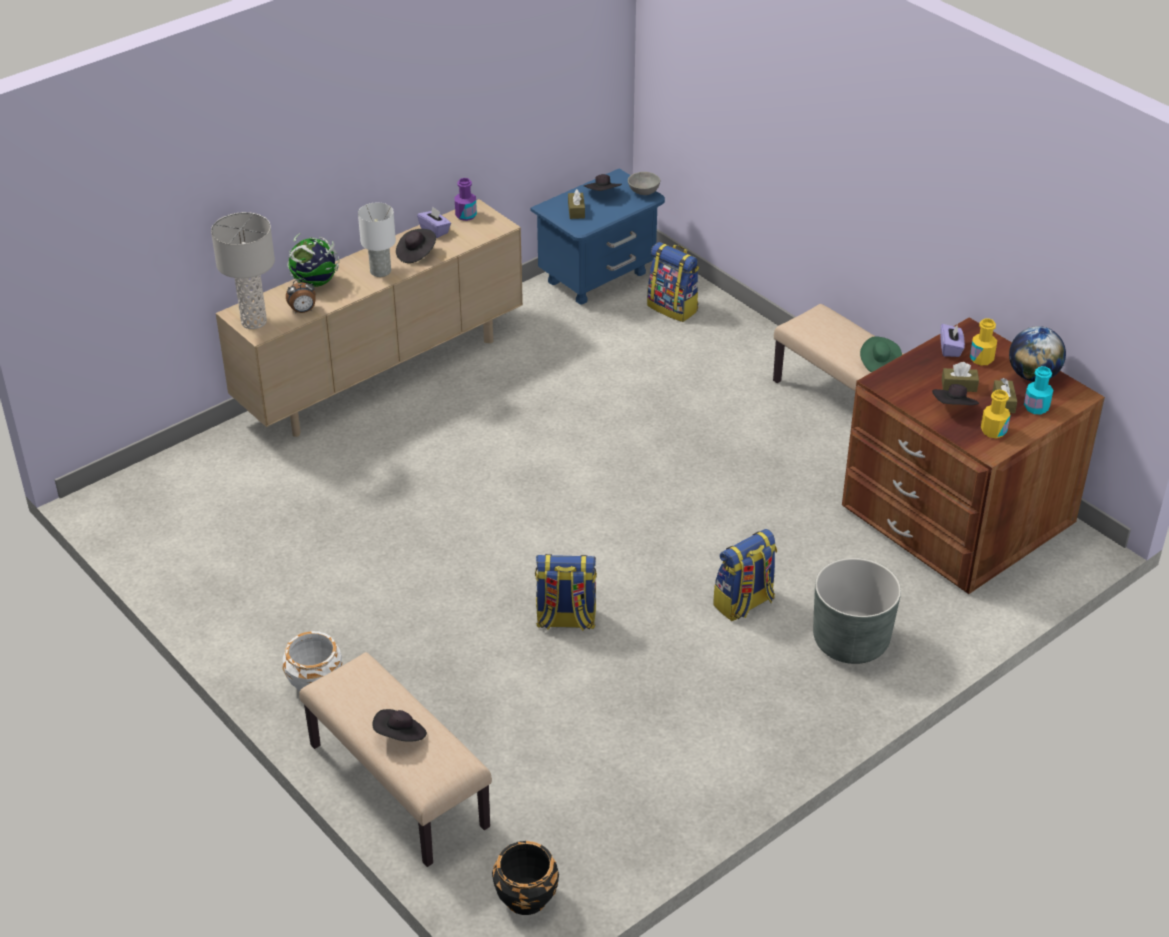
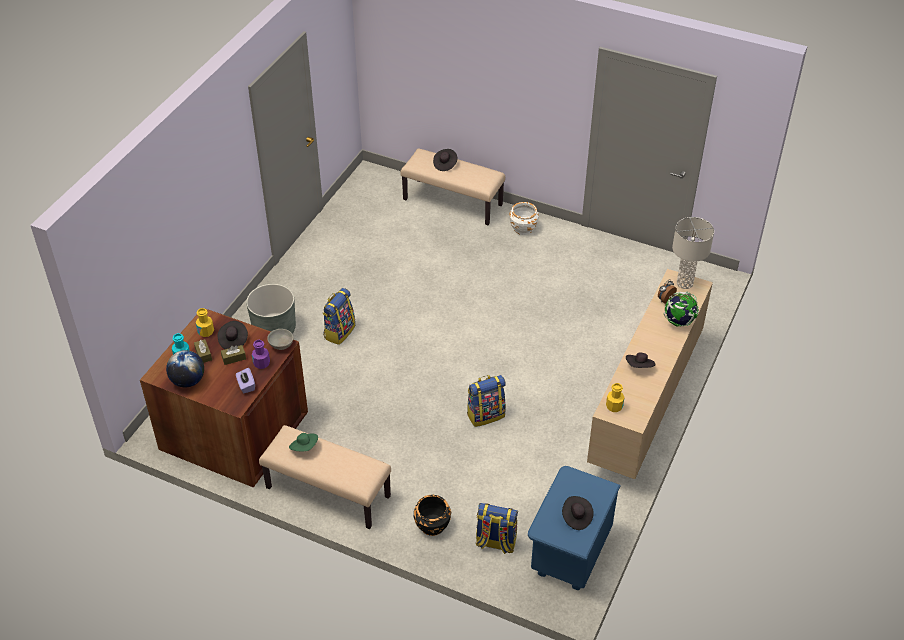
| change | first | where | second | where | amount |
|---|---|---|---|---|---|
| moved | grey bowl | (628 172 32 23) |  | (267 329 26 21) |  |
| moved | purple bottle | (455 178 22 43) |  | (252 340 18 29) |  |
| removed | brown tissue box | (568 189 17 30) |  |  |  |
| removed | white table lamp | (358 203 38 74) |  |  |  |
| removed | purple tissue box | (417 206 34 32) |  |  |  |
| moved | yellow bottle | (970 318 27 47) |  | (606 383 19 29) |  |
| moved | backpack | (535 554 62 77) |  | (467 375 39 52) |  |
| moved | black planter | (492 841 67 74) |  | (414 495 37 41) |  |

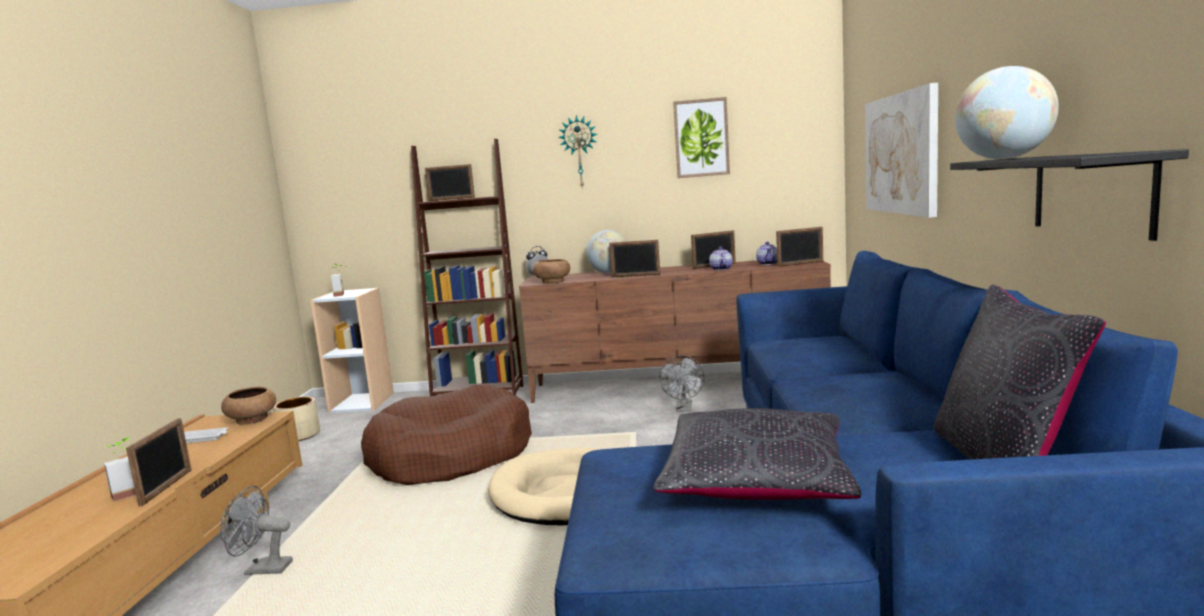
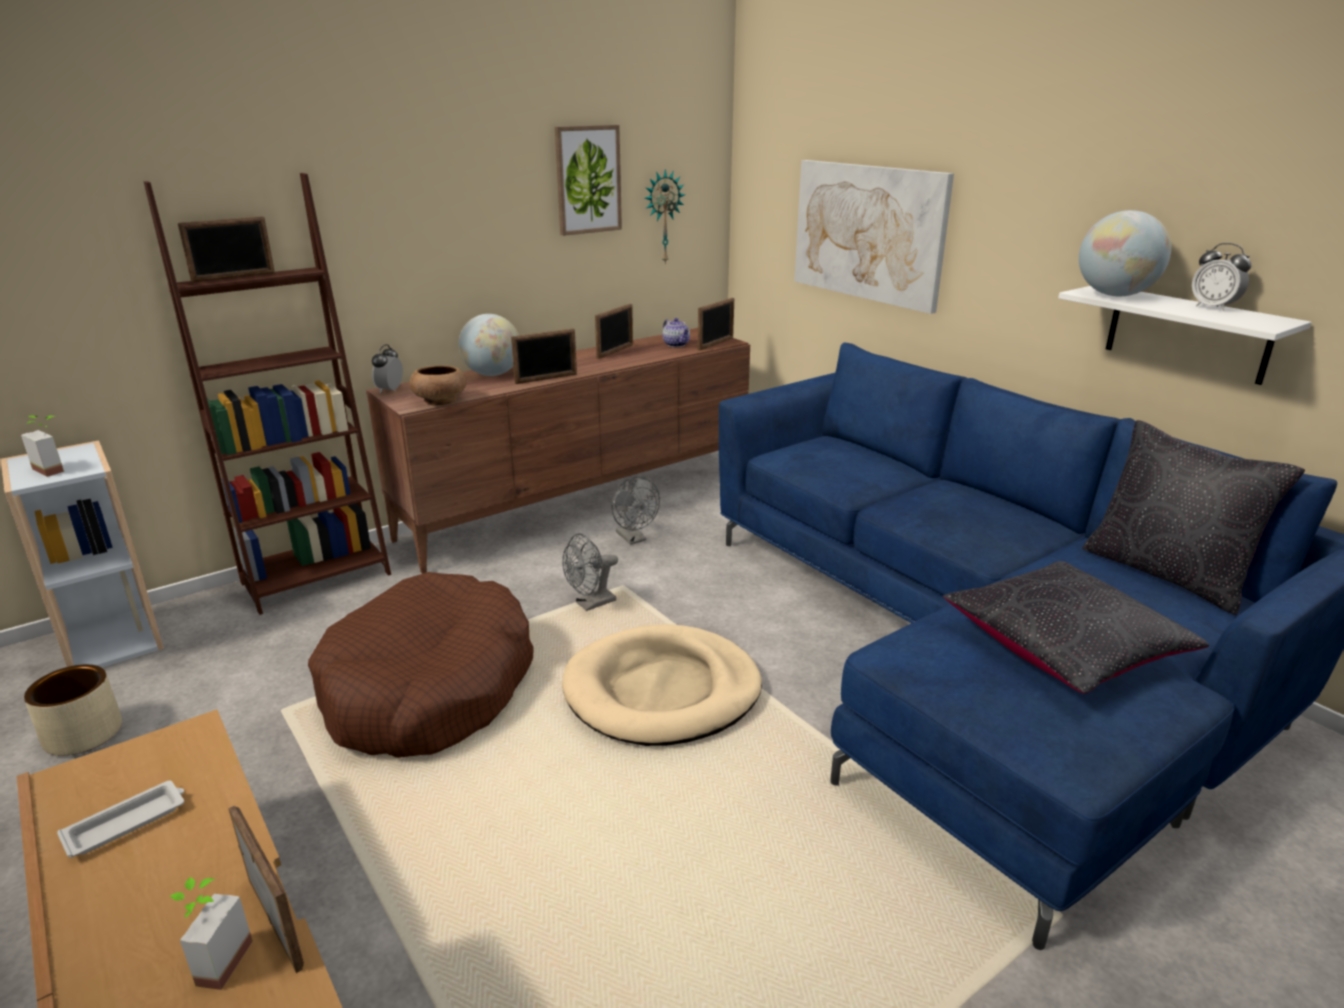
| change | first | where | second | where | amount |
|---|---|---|---|---|---|
| moved | wall clock | (558 115 40 72) |  | (644 169 41 96) |  |
| recoloured | black shelf | (950 149 239 92) | white shelf | (1058 286 253 99) |  |
| removed | teapot | (709 246 24 24) |  |  |  |
| removed | brown bowl | (221 387 55 38) |  |  |  |
| moved | grey fan | (220 486 73 89) |  | (562 533 56 78) |  |
| added |  |  | alarm clock | (1192 243 59 68) |  |

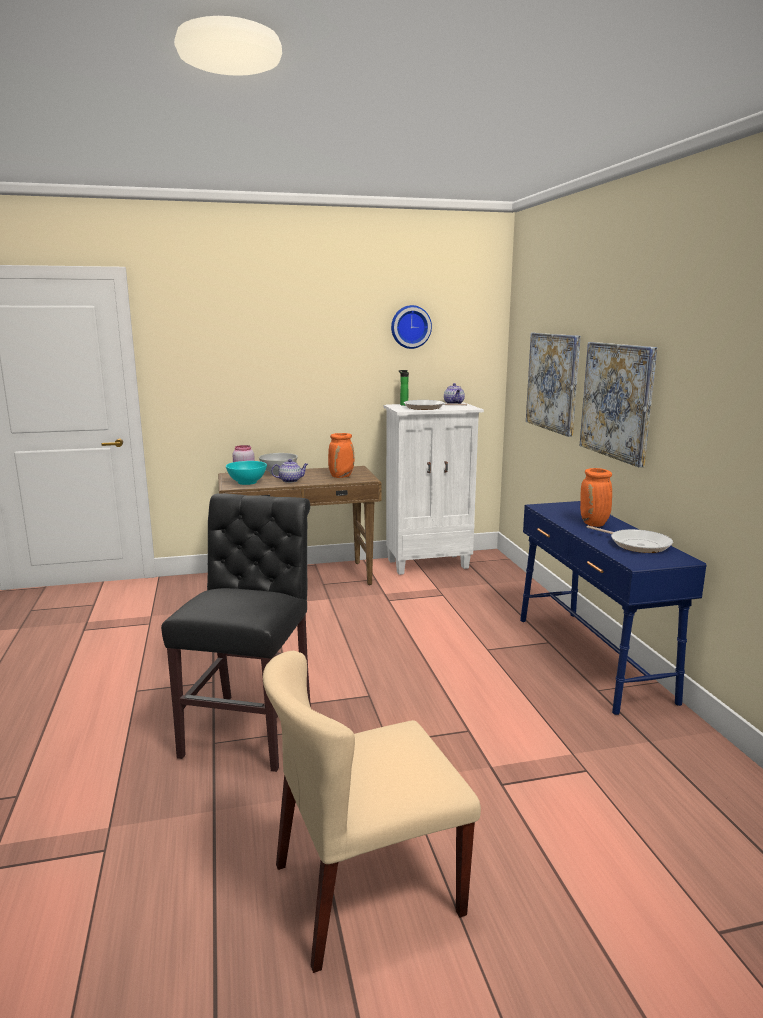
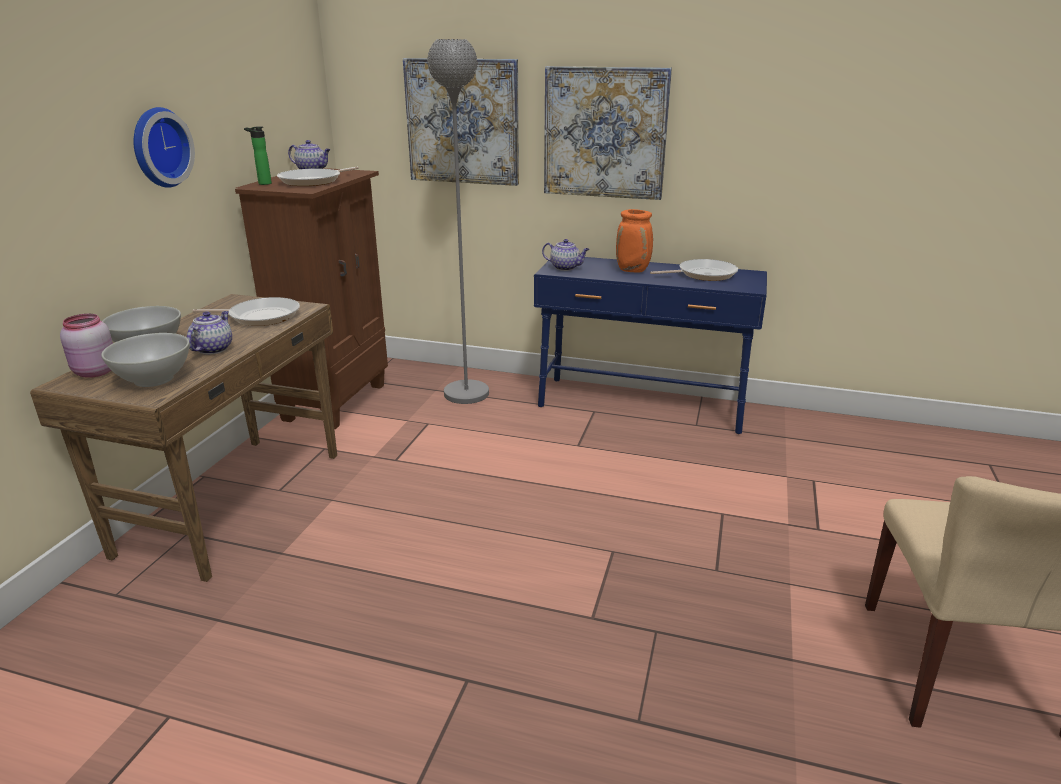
| change | first | where | second | where | amount |
|---|---|---|---|---|---|
| moved | wall clock | (391 305 41 44) |  | (133 107 62 81) |  |
| recoloured | white cabinet | (384 403 100 172) | brown cabinet | (235 168 153 261) |  |
| replaced | orange vase | (328 433 26 45) | frying pan | (192 297 108 29) |  |
| recoloured | turquoise bowl | (226 461 41 24) | white bowl | (101 333 88 54) |  |
| removed | black chair | (161 493 150 279) |  |  |  |
| added |  |  | grey floor lamp | (427 39 62 365) |  |
| added |  |  | teapot | (542 239 48 32) |  |

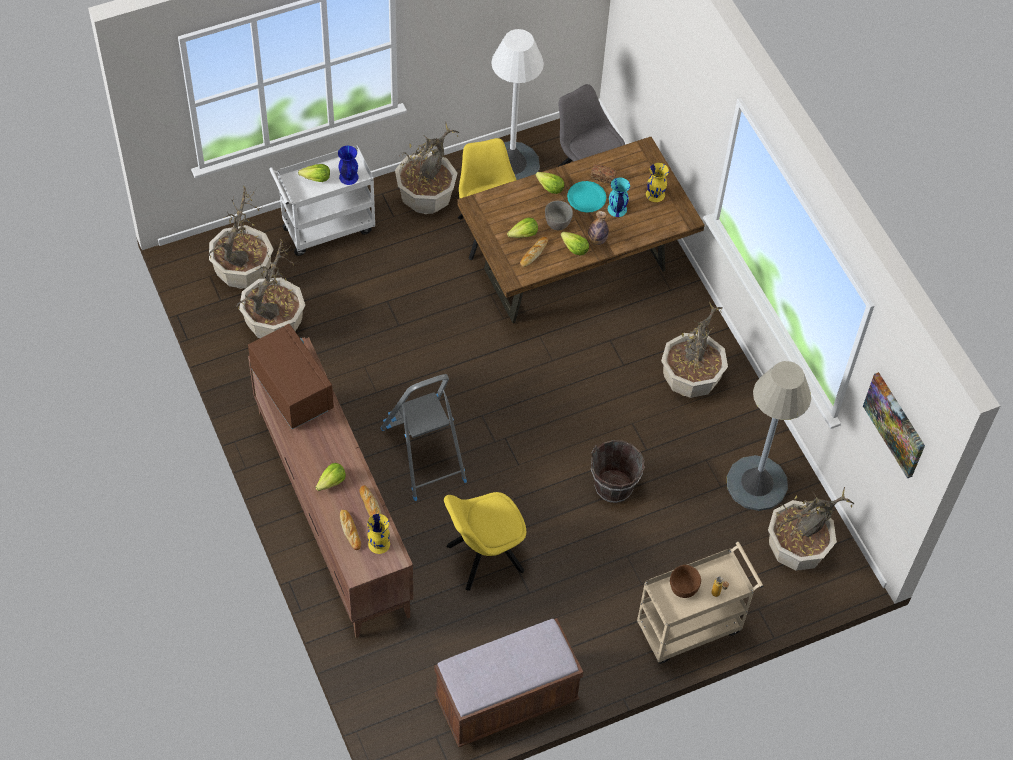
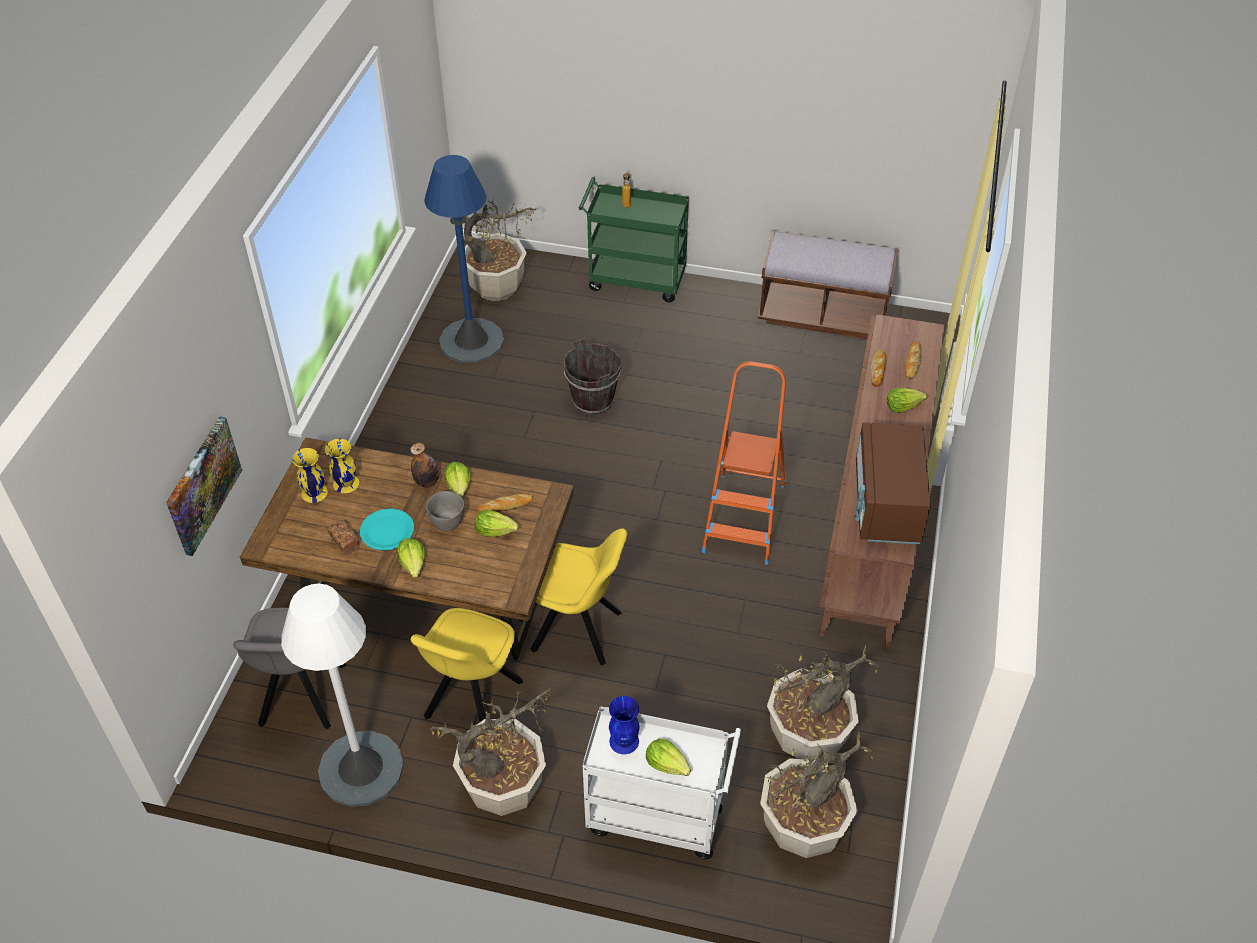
| change | first | where | second | where | amount |
|---|---|---|---|---|---|
| removed | turquoise vase | (608 177 22 40) |  |  |  |
| removed | potted plant | (661 300 67 98) |  |  |  |
| recoloured | grey floor lamp | (727 361 84 150) | blue floor lamp | (424 155 80 208) |  |
| moved | picture | (863 372 62 106) |  | (166 416 76 140) |  |
| recoloured | grey step ladder | (380 374 87 127) | orange step ladder | (702 361 84 204) |  |
| moved | yellow chair | (444 492 82 99) |  | (531 528 96 138) |  |
| moved | yellow vase | (367 514 23 40) |  | (325 439 34 54) |  |
| recoloured | beige cart | (637 541 126 123) | green cart | (579 177 110 125) |  |
| removed | brown bowl | (670 565 31 33) |  |  |  |

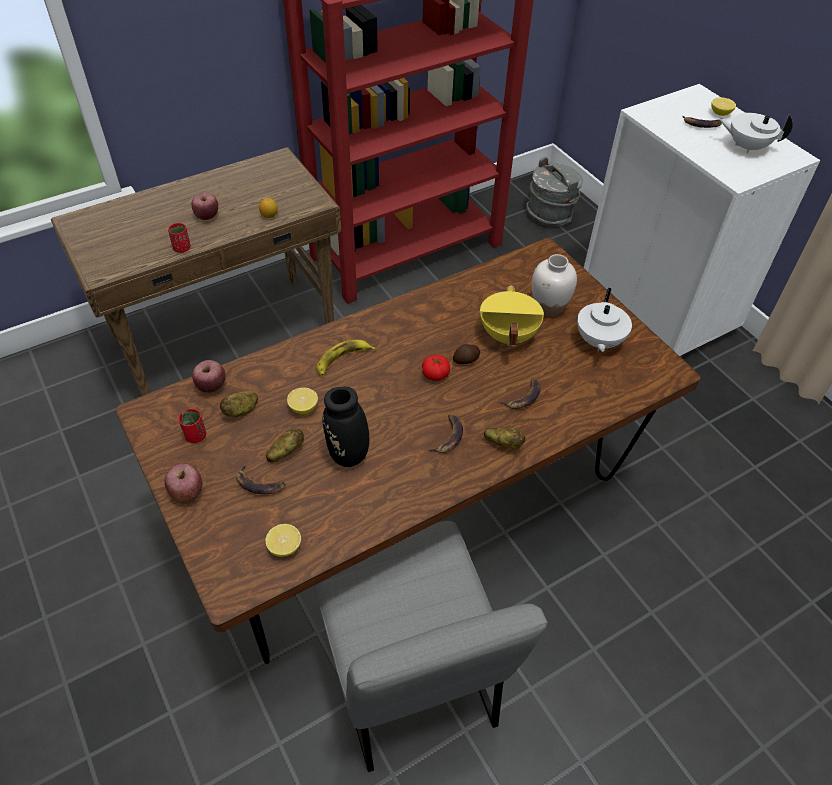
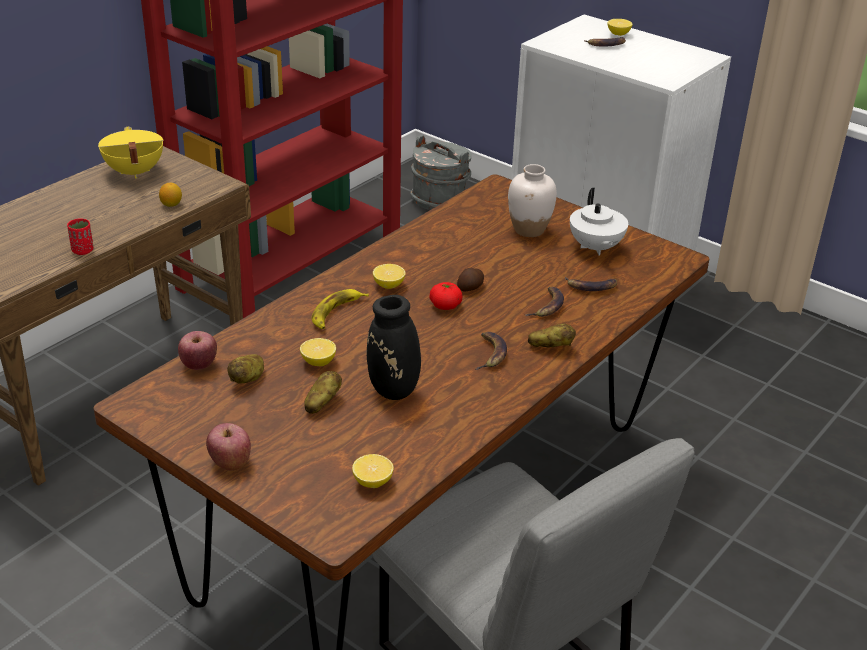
| change | first | where | second | where | amount |
|---|---|---|---|---|---|
| removed | white teapot | (718 113 75 40) |  |  |  |
| removed | apple | (191 193 27 27) |  |  |  |
| moved | yellow cooking pot | (480 286 64 60) |  | (98 127 65 52) |  |
| removed | red cup | (179 409 27 34) |  |  |  |
| moved | banana | (236 464 49 30) |  | (565 277 52 14) |  |
| added |  |  | lemon | (373 264 33 25) |  |

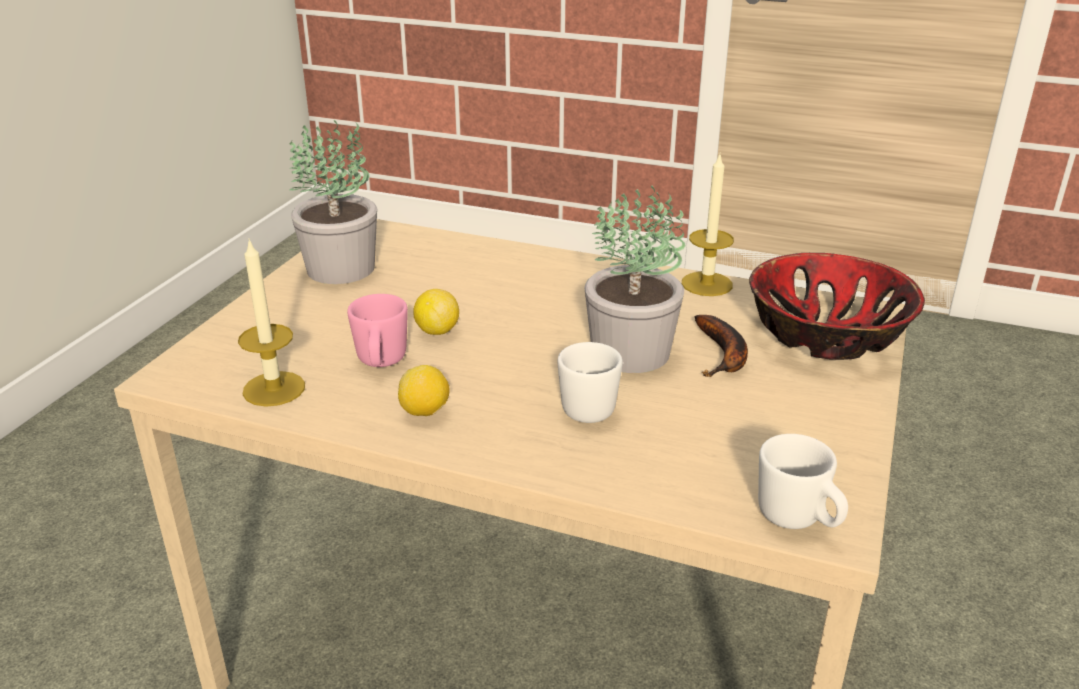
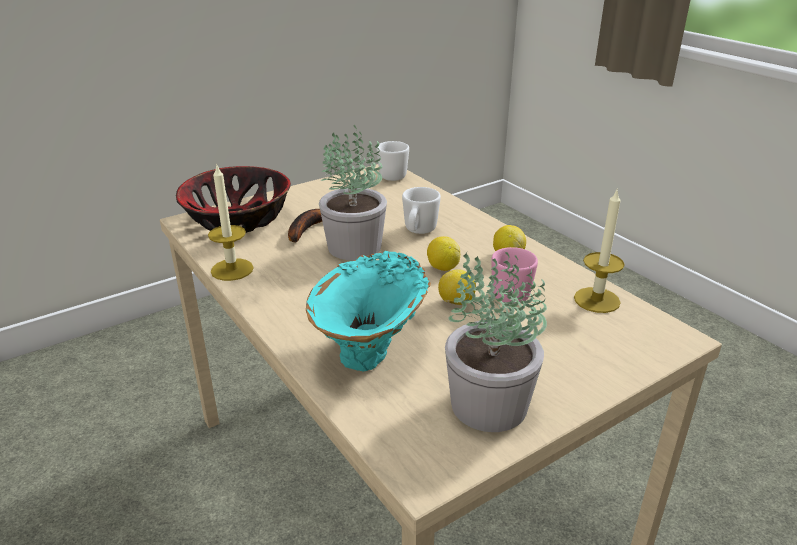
| change | first | where | second | where | amount |
|---|---|---|---|---|---|
| added |  |  | lemon | (427 236 33 35) |  |
| added |  |  | turquoise vase | (306 251 125 121) |  |

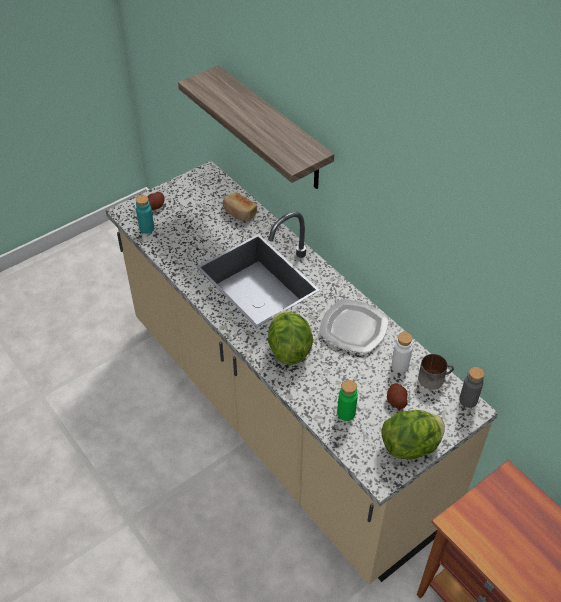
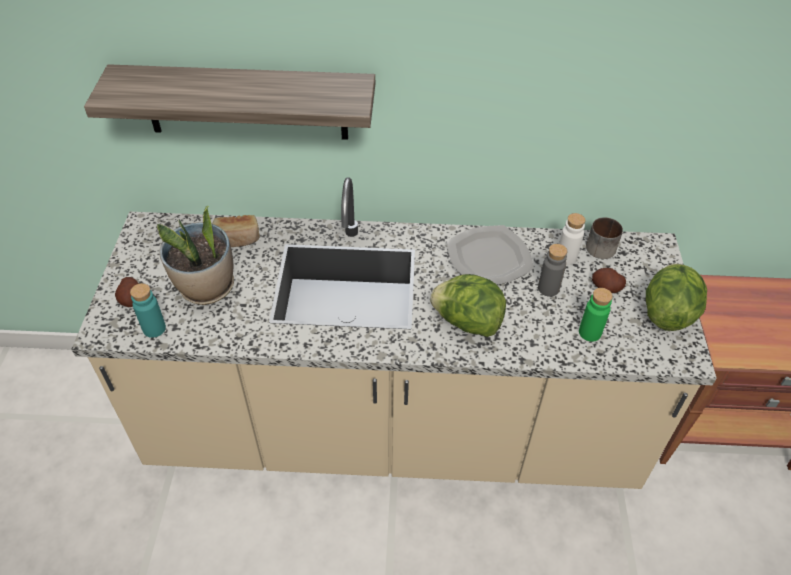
| change | first | where | second | where | amount |
|---|---|---|---|---|---|
| moved | grey bottle | (459 367 25 41) |  | (538 244 29 53) |  |
| added |  |  | potted plant | (157 206 77 99) |  |

